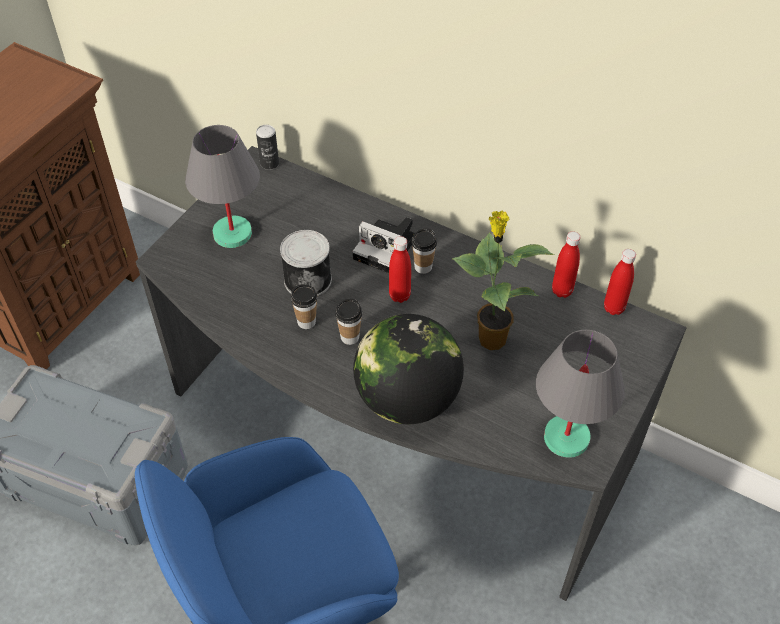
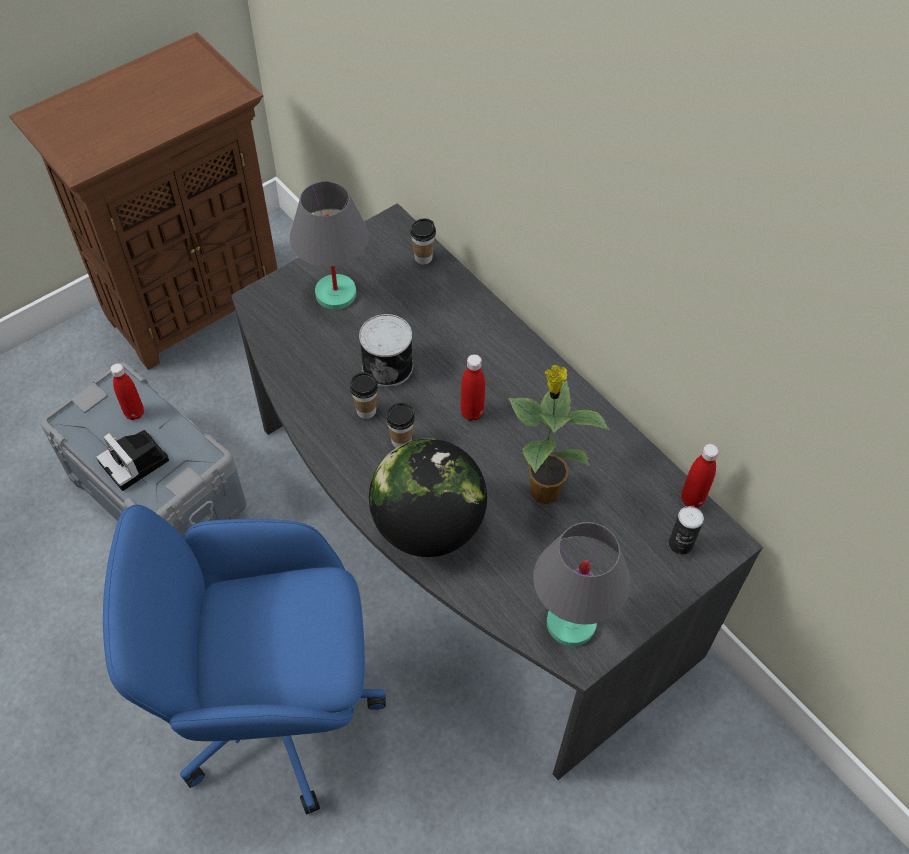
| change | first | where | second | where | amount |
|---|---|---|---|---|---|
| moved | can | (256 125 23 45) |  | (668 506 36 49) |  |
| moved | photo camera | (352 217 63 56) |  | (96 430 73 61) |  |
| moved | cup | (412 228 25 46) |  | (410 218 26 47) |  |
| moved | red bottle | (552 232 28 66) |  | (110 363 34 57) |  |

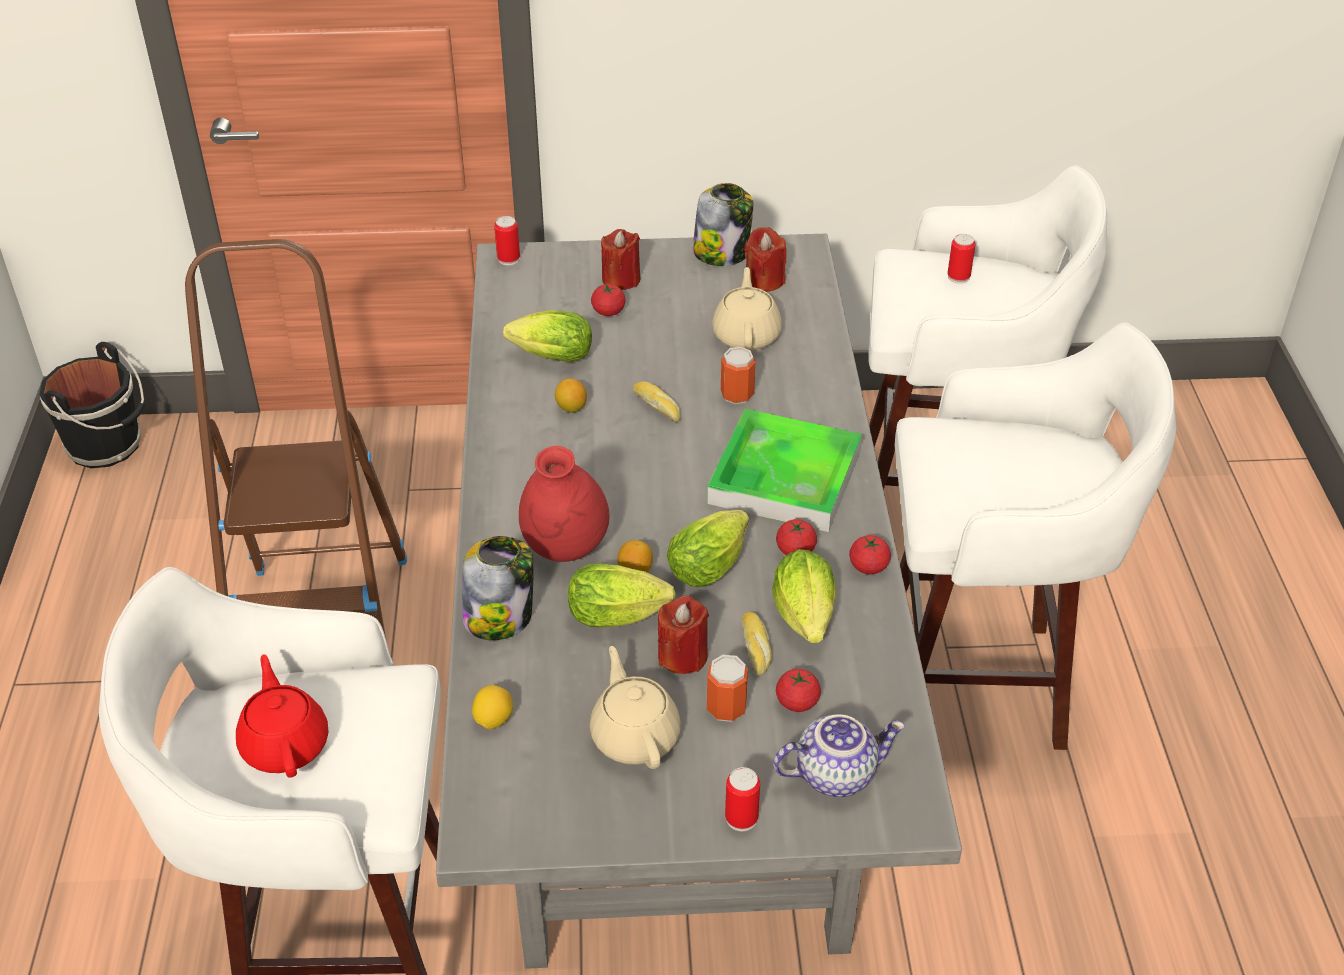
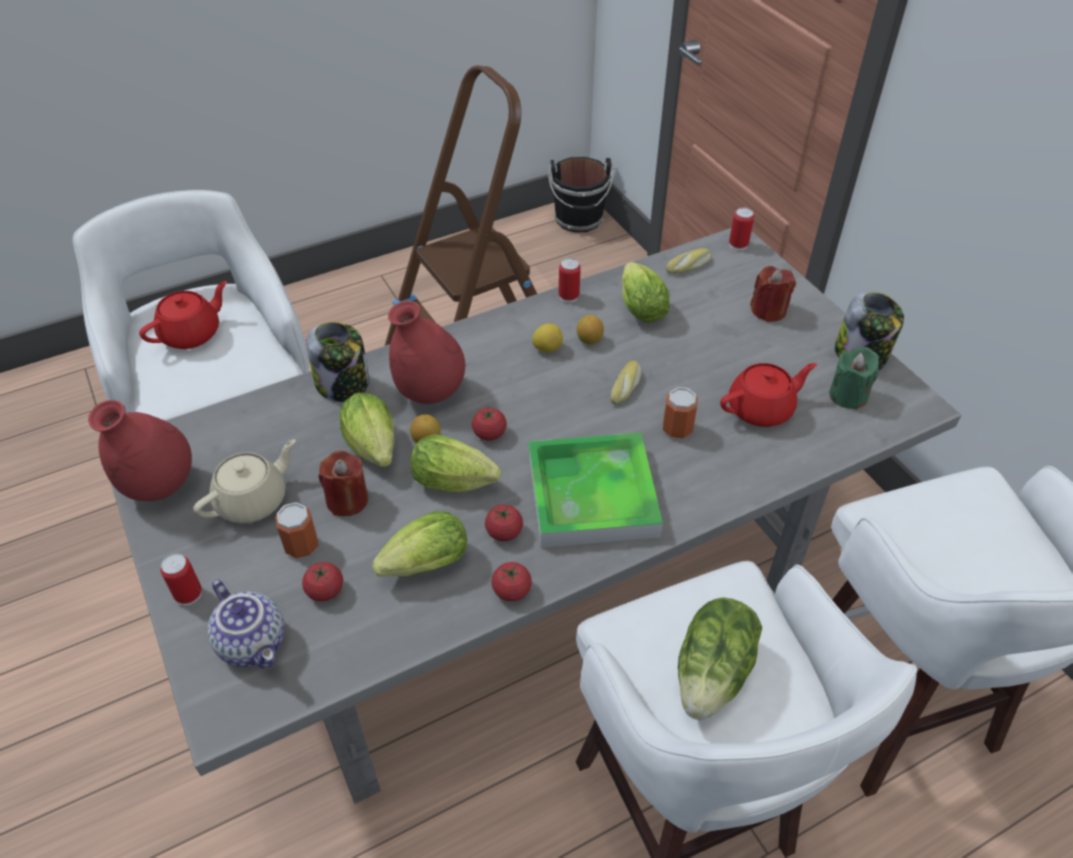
| change | first | where | second | where | amount |
|---|---|---|---|---|---|
| recoloured | red candle | (744 227 42 65) | green candle | (829 347 50 63) |  |
| moved | can | (947 234 28 50) |  | (559 258 22 45) |  |
| recoloured | beige teapot | (712 267 70 84) | red teapot | (720 363 97 64) |  |
| moved | tomato | (591 282 35 34) |  | (472 407 35 34) |  |
| moved | bread | (741 612 31 64) |  | (666 248 46 25) |  |
| moved | lemon | (472 685 41 44) |  | (532 323 31 29) |  |
| added |  |  | red vase | (88 400 104 101) |  |
| added |  |  | lettuce | (678 597 84 123) |  |

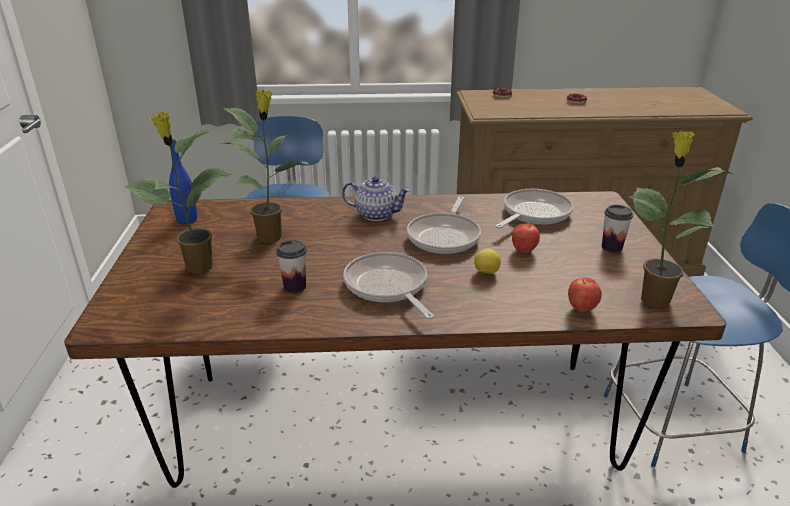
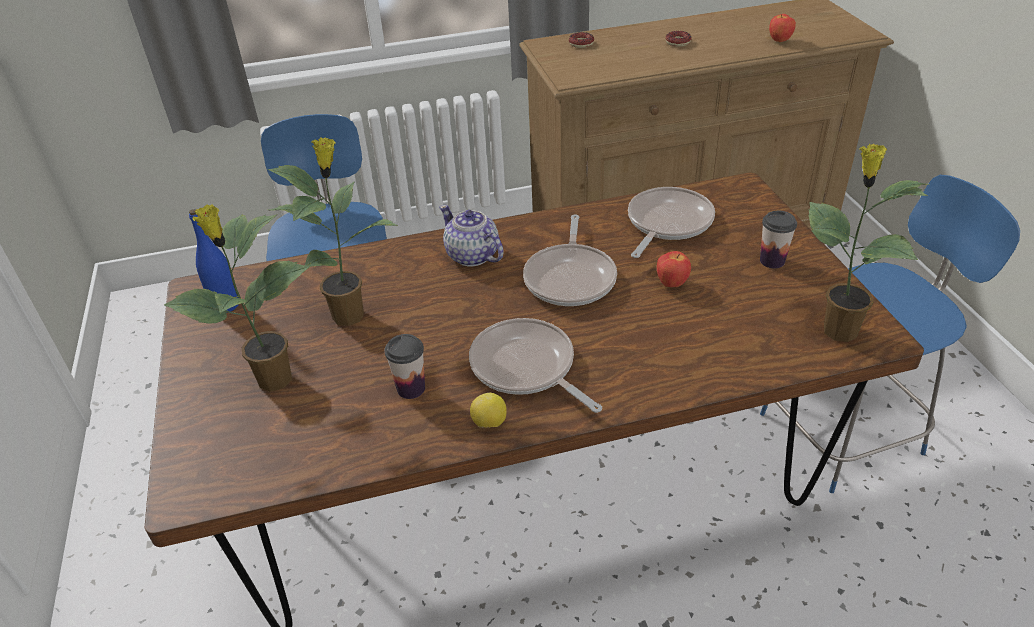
| change | first | where | second | where | amount |
|---|---|---|---|---|---|
| turned | teapot | (342 176 69 45) |  | (439 205 65 61) | 135 degrees counterclockwise |
| moved | lemon | (474 249 27 25) |  | (470 393 37 35) |  |
| moved | apple | (568 277 34 35) |  | (769 14 27 28) |  |

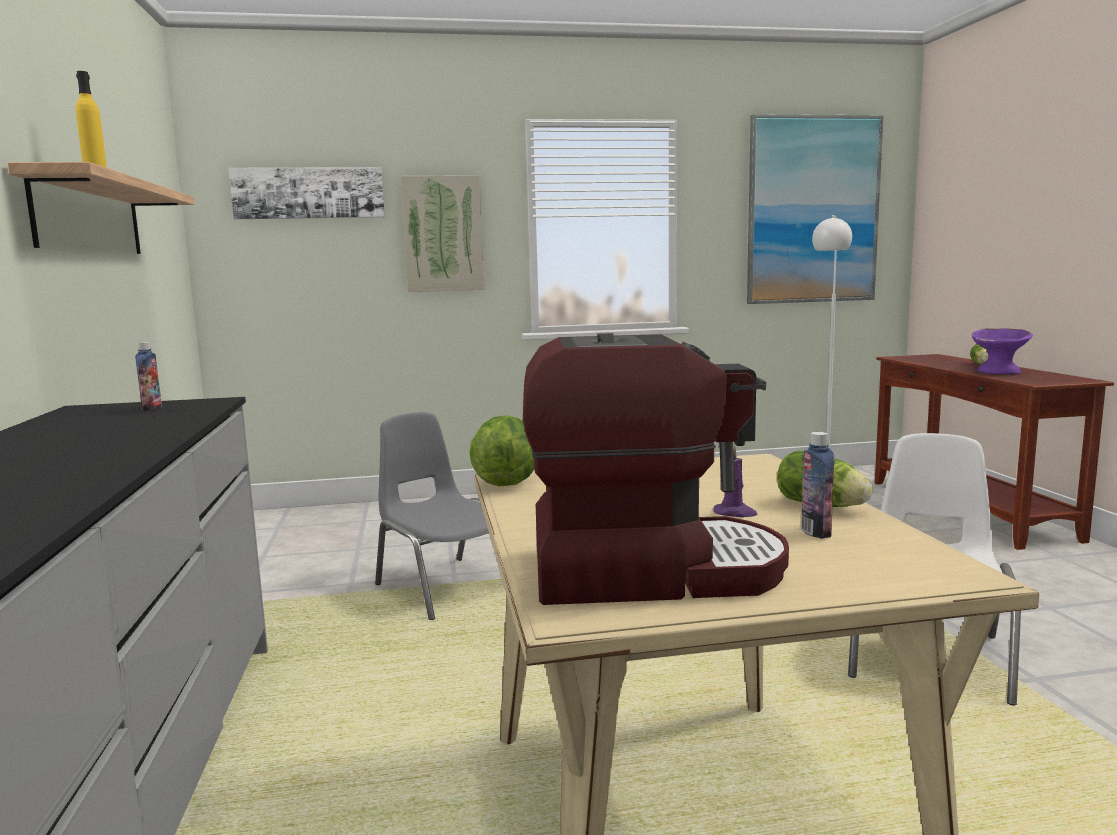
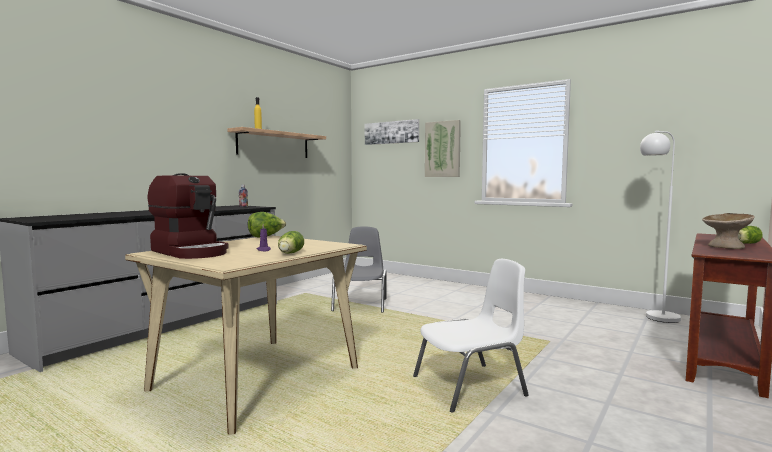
| change | first | where | second | where | amount |
|---|---|---|---|---|---|
| removed | picture | (747 114 137 190) |  |  |  |
| recoloured | purple bowl | (971 328 62 46) | beige bowl | (702 213 53 36) |  |
| removed | bottle | (801 432 33 107) |  |  |  |

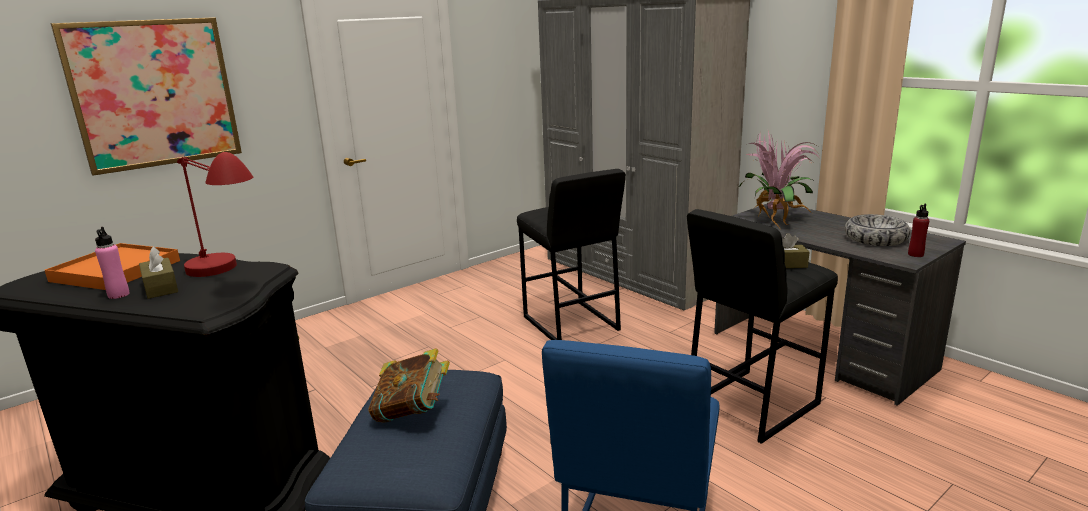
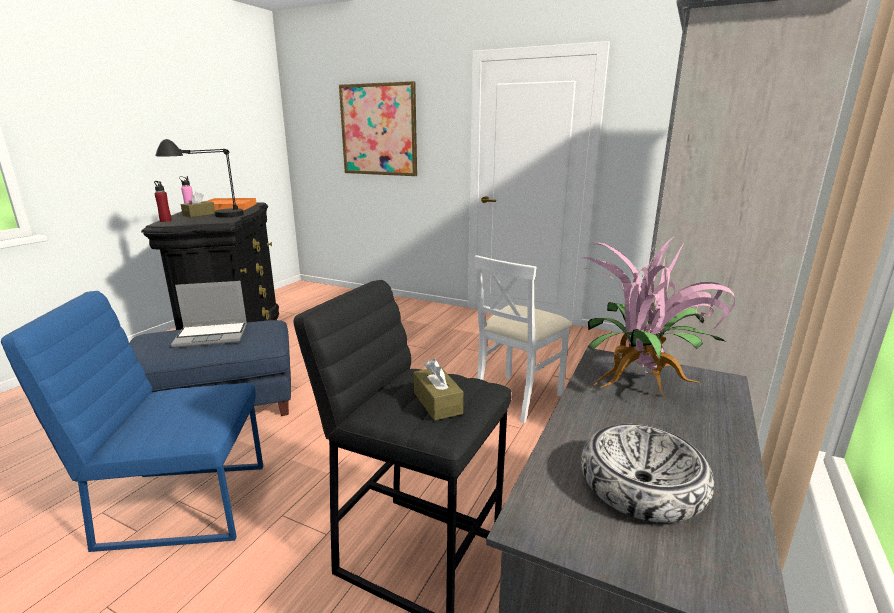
| change | first | where | second | where | amount |
|---|---|---|---|---|---|
| recoloured | red table lamp | (177 152 76 125) | black table lamp | (155 139 89 79) |  |
| replaced | black stool | (517 169 109 171) | white chair | (475 255 97 168) |  |
| moved | red bottle | (908 204 21 53) |  | (154 181 18 41) |  |
| replaced | book | (368 348 82 74) | laptop | (171 281 76 67) |  |

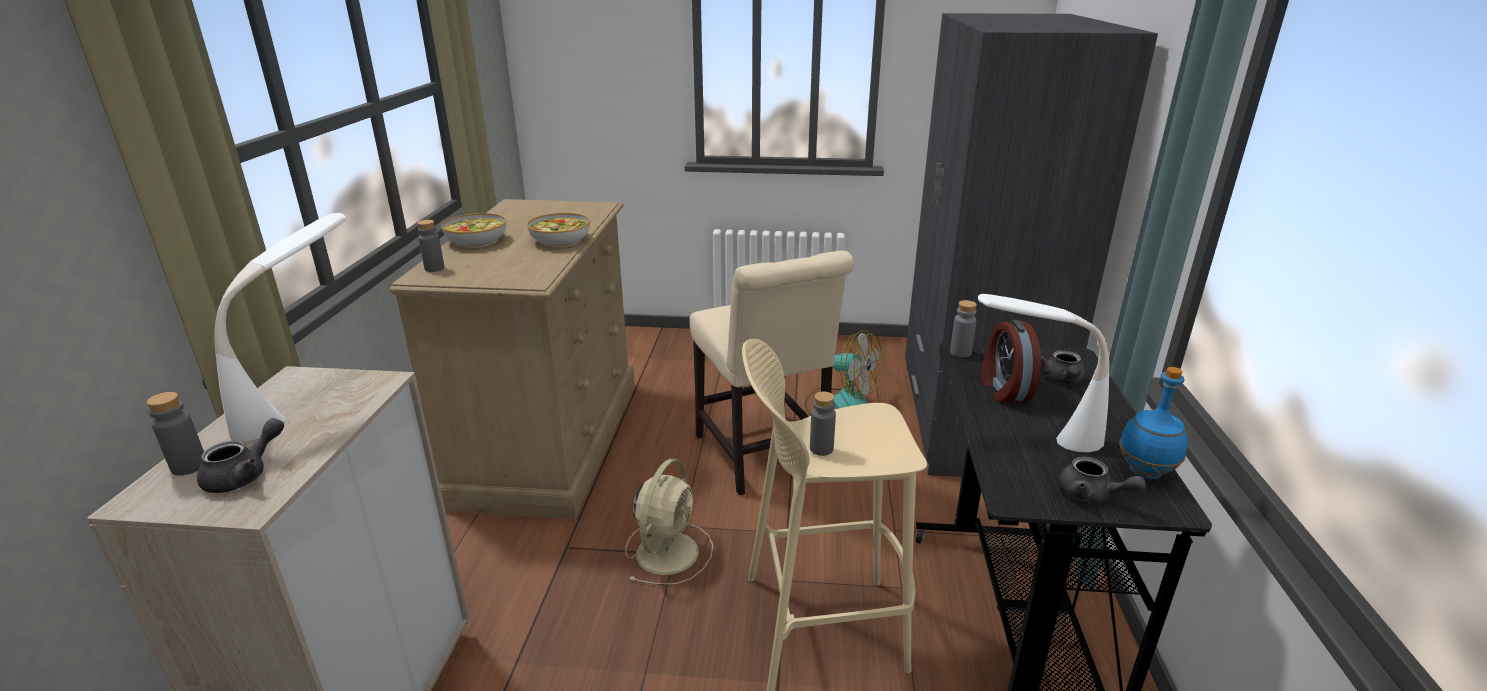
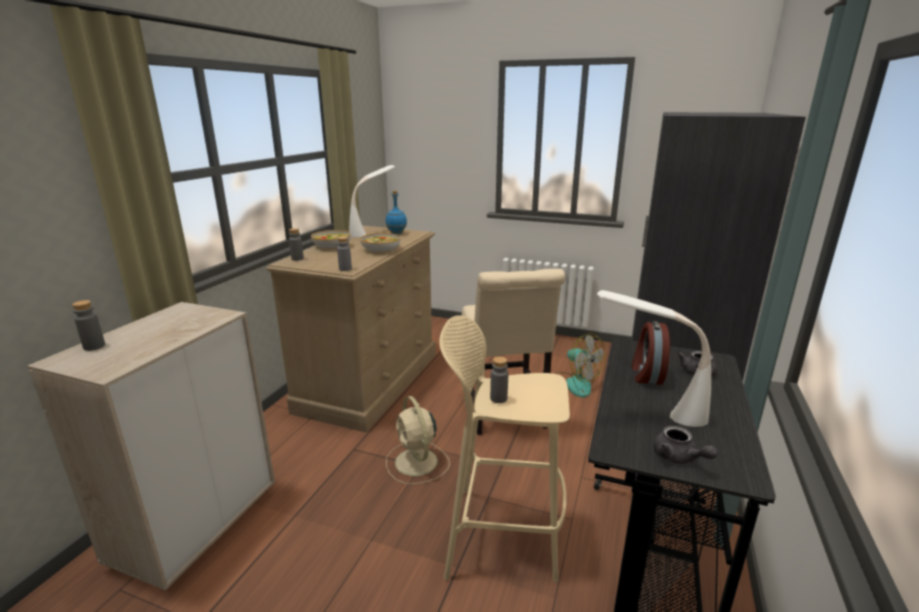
| change | first | where | second | where | amount |
|---|---|---|---|---|---|
| moved | white table lamp | (214 213 133 229) |  | (349 165 46 73) |  |
| moved | grey bottle | (950 300 27 57) |  | (337 237 15 34) |  |
| moved | blue bottle | (1119 367 69 112) |  | (386 191 21 43) |  |
| removed | grey teapot | (197 418 87 75) |  |  |  |
| turned | beige fan | (625 459 88 126) |  | (386 396 64 88) | 120 degrees clockwise |

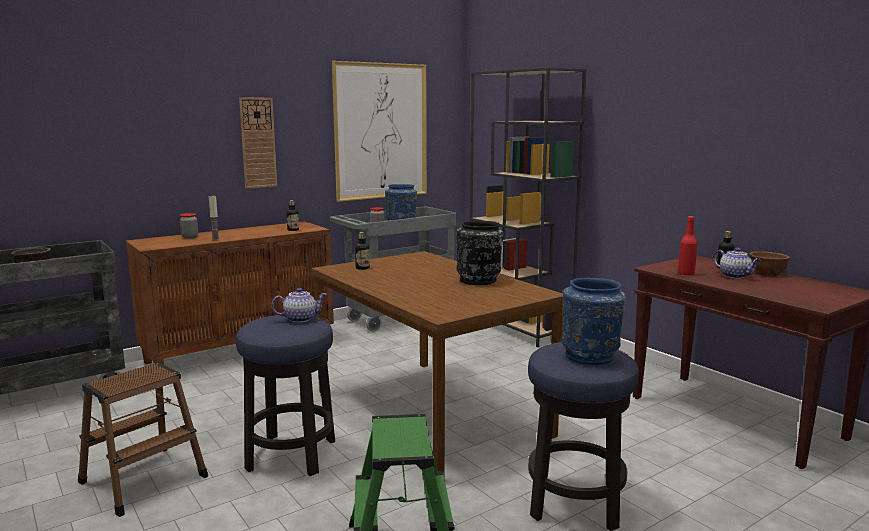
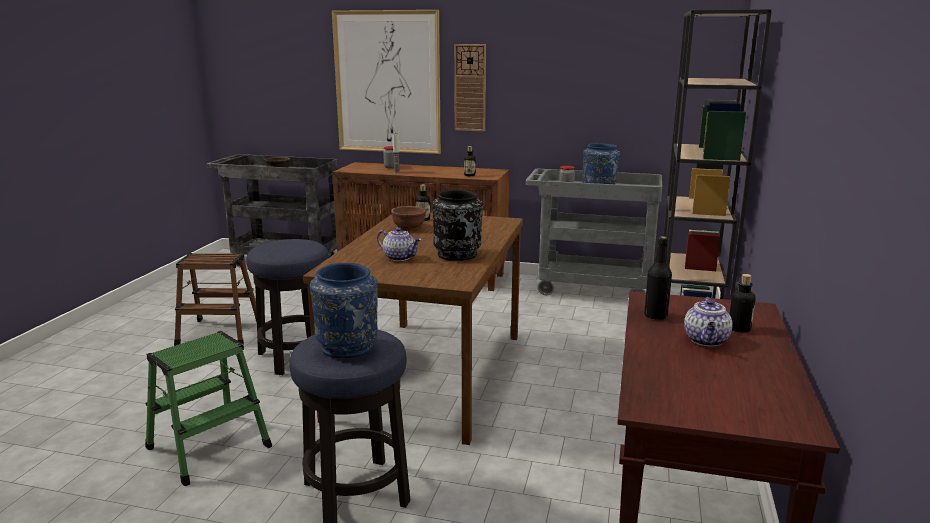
| change | first | where | second | where | amount |
|---|---|---|---|---|---|
| moved | picture | (332 61 95 141) |  | (332 10 109 144) |  |
| recoloured | red bottle | (678 216 20 60) | black bottle | (644 236 28 84) |  |
| moved | brown bowl | (749 251 41 25) |  | (391 206 35 25) |  |
| moved | teapot | (271 288 56 35) |  | (377 227 44 34) |  |

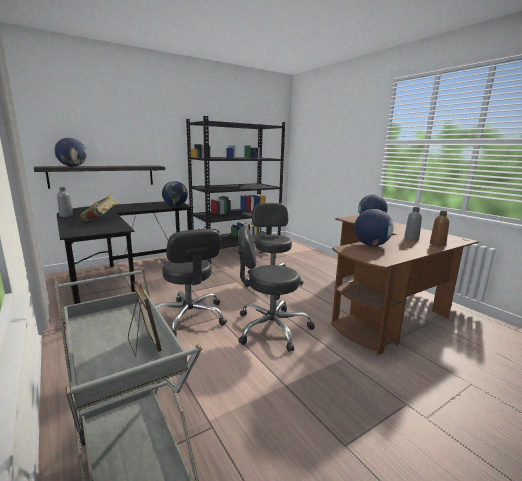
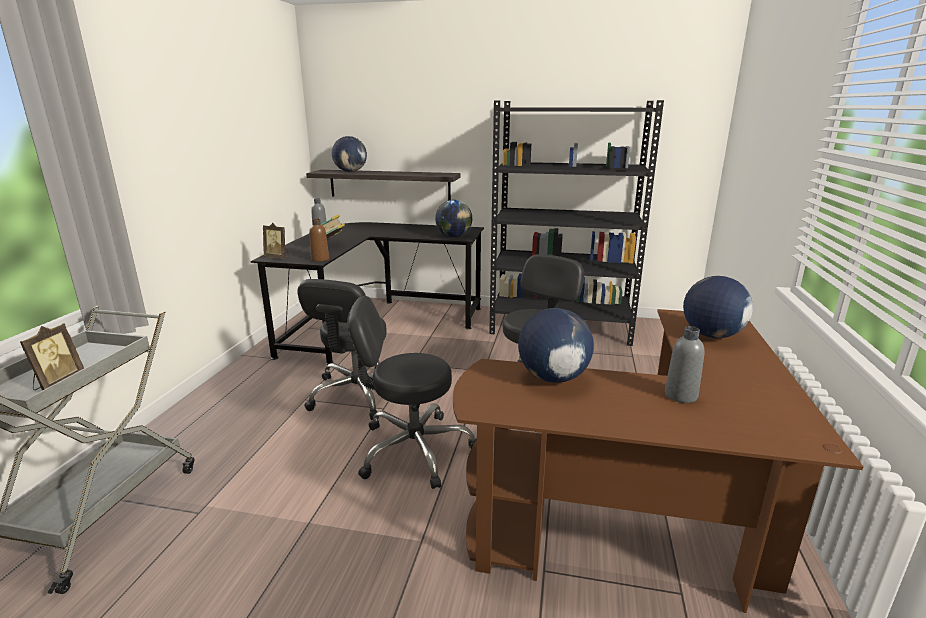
| change | first | where | second | where | amount |
|---|---|---|---|---|---|
| moved | brown bottle | (430 211 19 36) |  | (309 219 20 43) |  |
| turned | black office chair | (238 226 77 126) |  | (347 296 130 193) | 45 degrees counterclockwise |
| added |  |  | picture frame | (263 223 27 36) |  |

